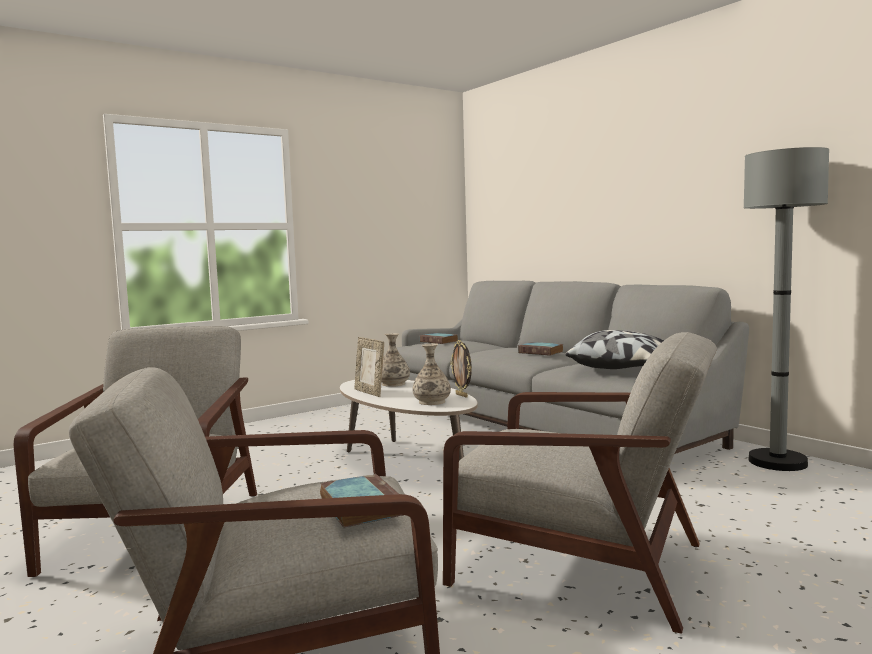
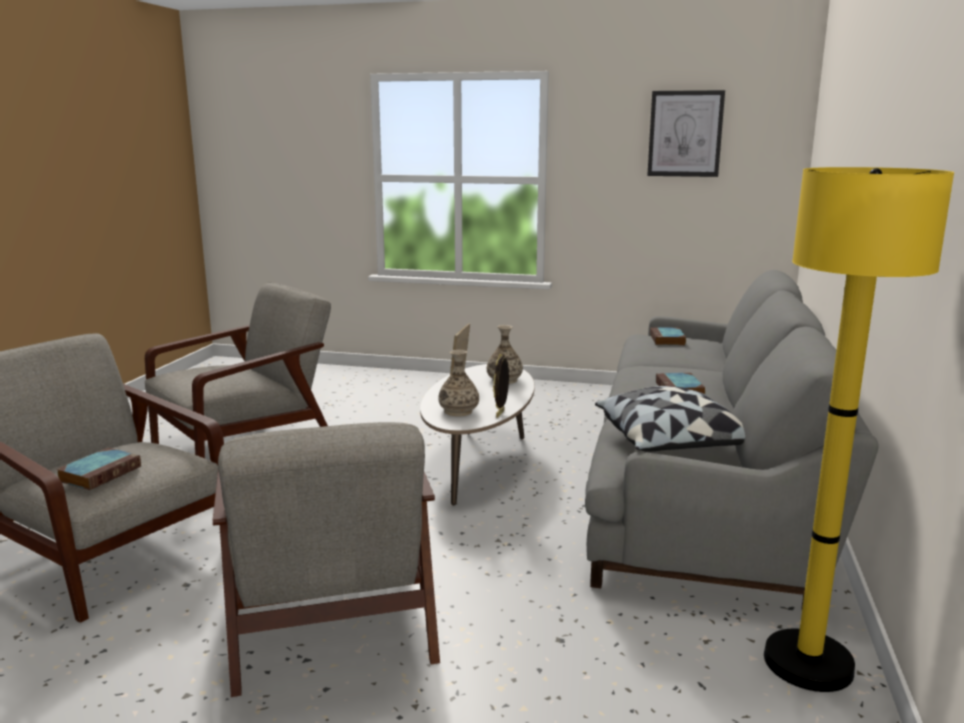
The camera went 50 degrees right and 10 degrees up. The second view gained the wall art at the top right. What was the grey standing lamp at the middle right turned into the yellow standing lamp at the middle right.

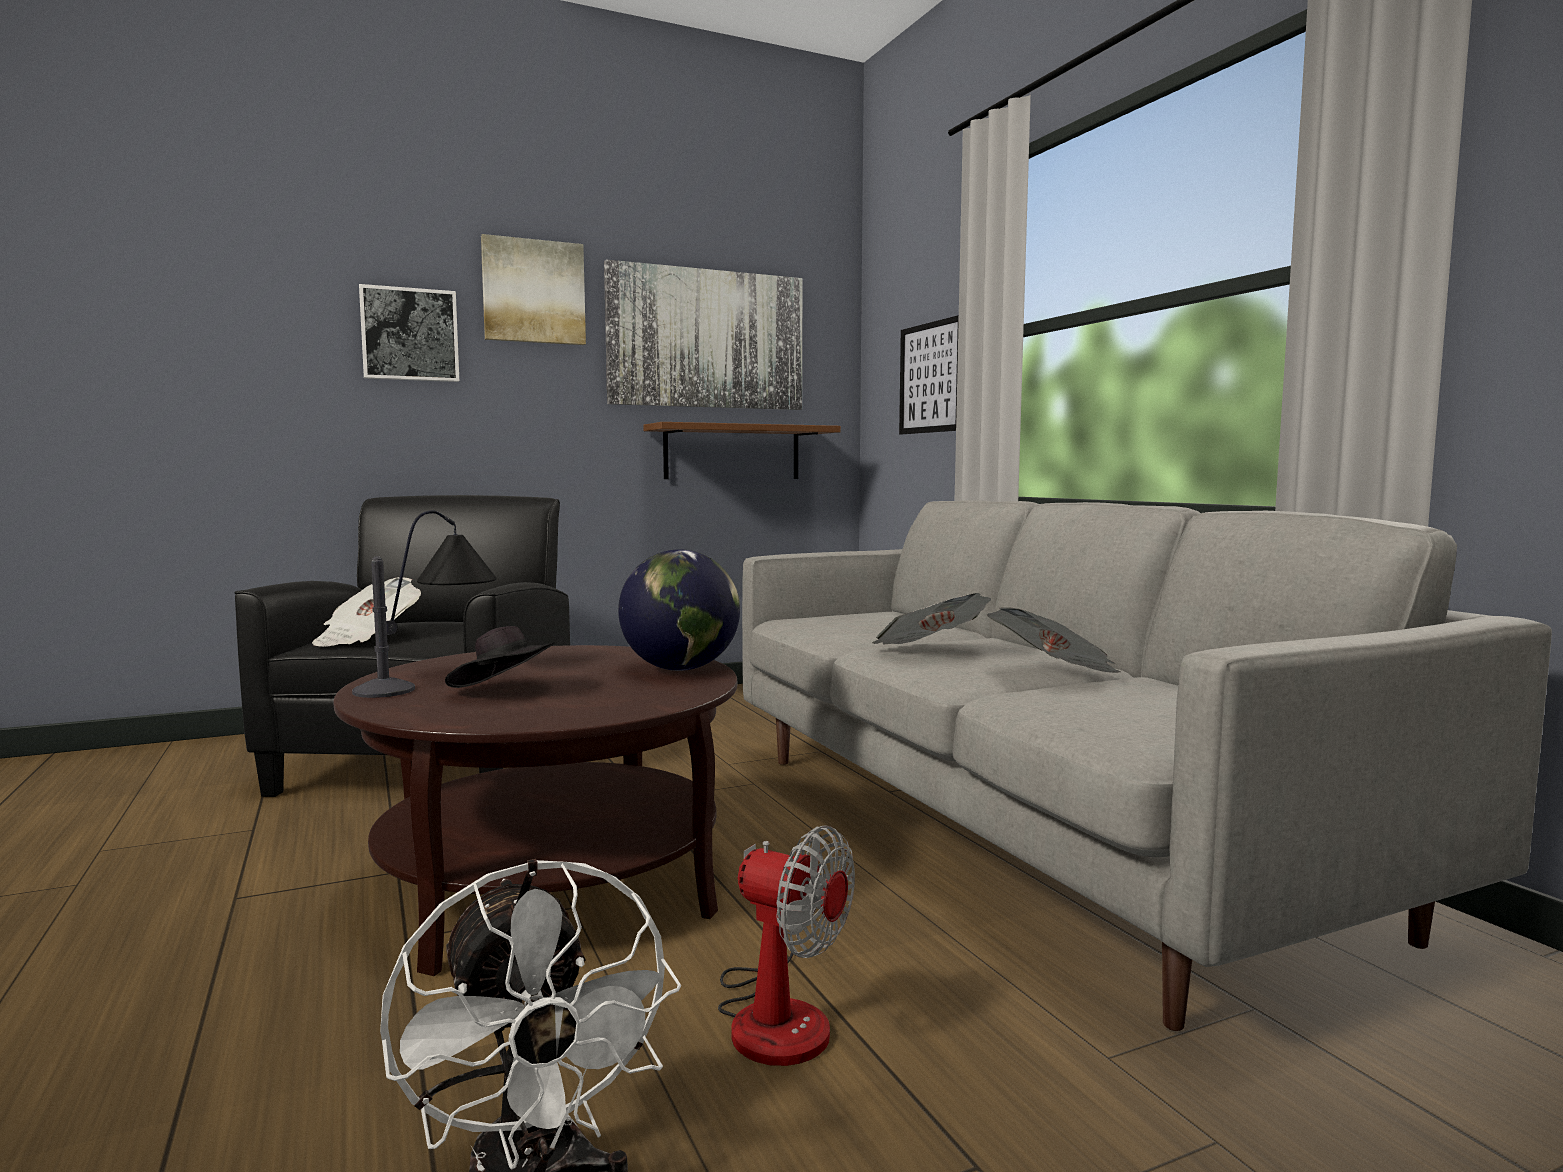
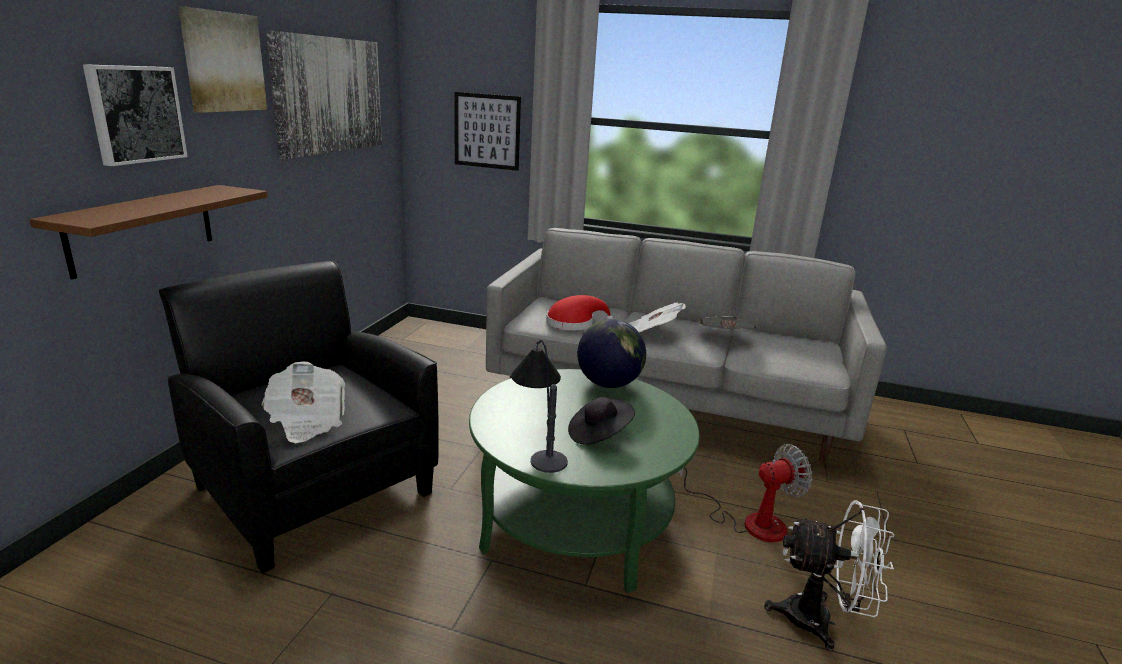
The camera went 50 degrees left and 15 degrees up. The second view gained the red-coloured clothing hat at the centre. The brown-coloured shelf ended up elsewhere, having gone from the centre to the middle left. What was the brown-coloured low table at the bottom centre turned into the green low table at the bottom centre.

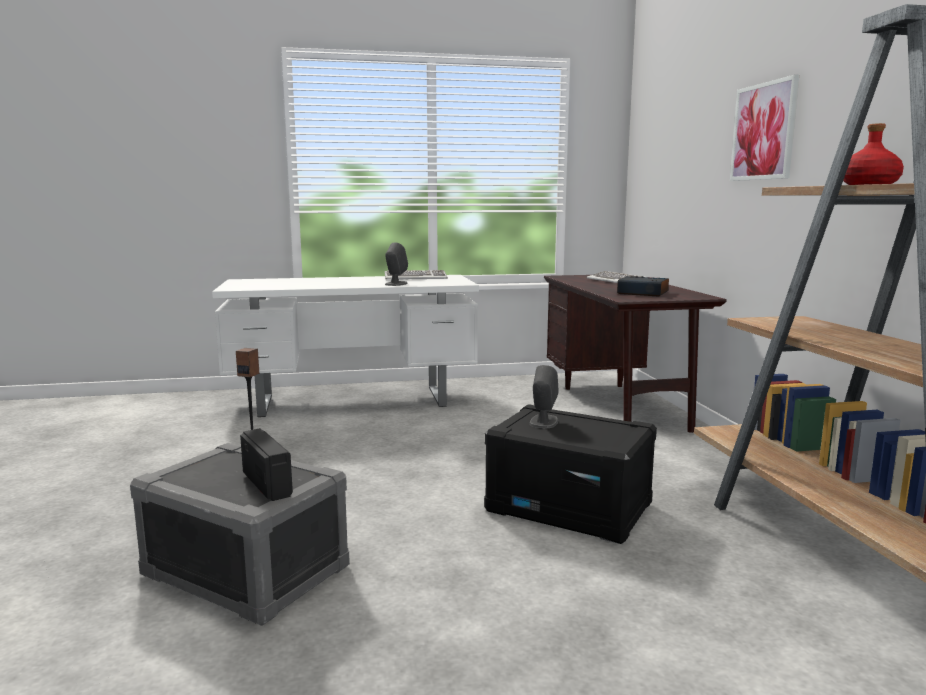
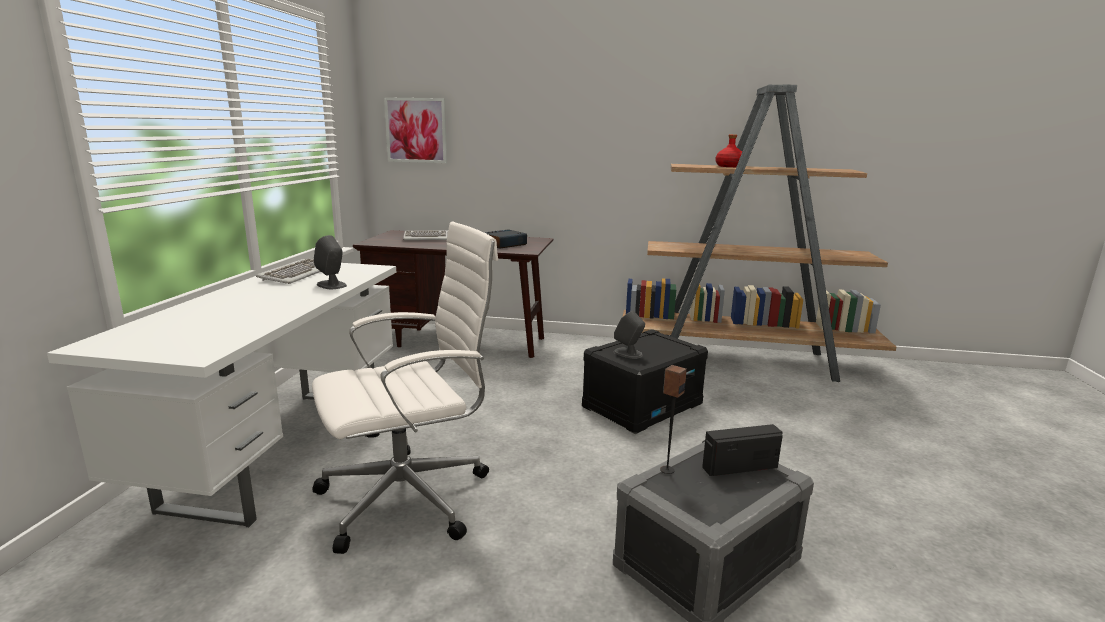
The camera went 70 degrees left and 5 degrees up. The second view gained the white-coloured computer chair at the centre. The wall art ended up elsewhere, having gone from the top right to the top centre.

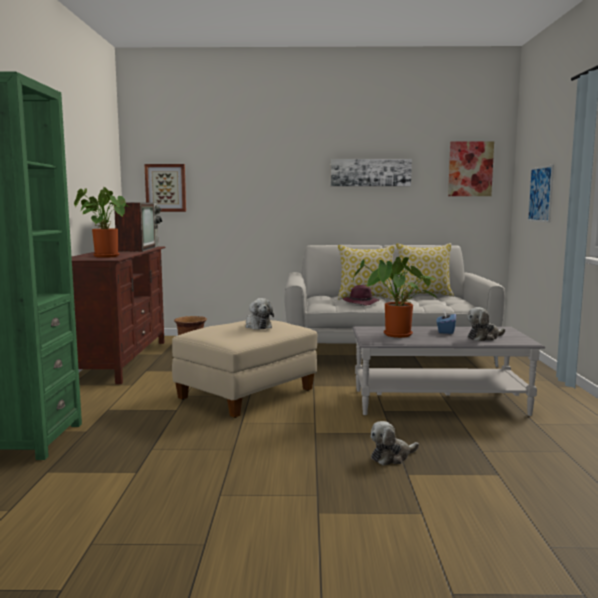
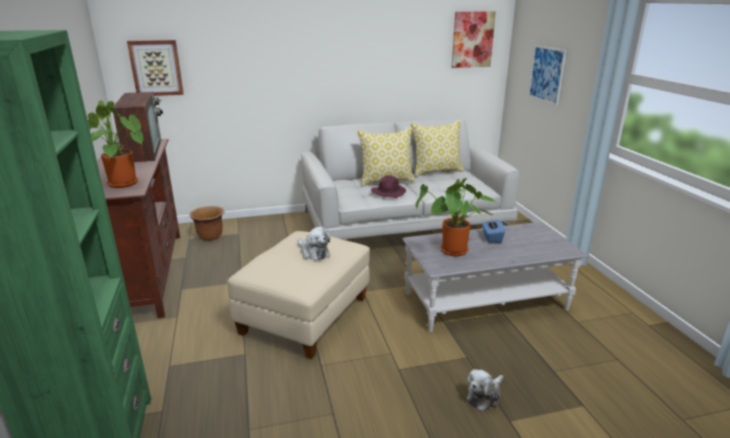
The camera went 15 degrees left and 15 degrees up. The second view lost the wall art (no. 2 from left) at the top centre. The second view lost the soft toy (no. 3 from left) at the middle right.

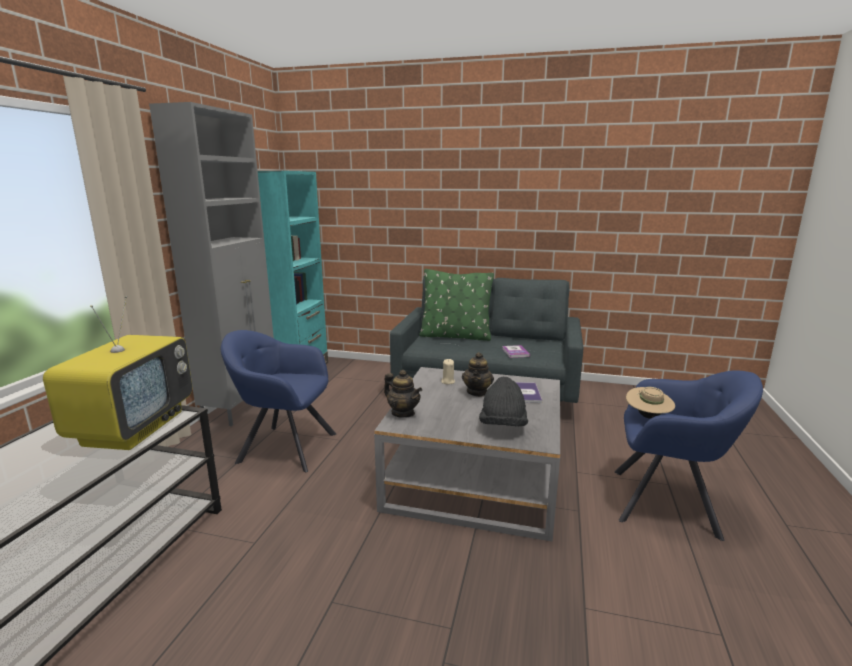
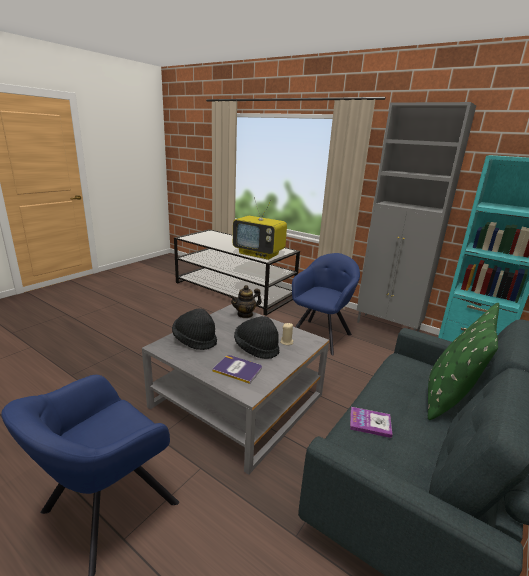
The camera went 110 degrees right and 5 degrees up. The second view lost the beige clothing hat at the middle right. Where the pot for tea (no. 2 from left) stood at the centre, the black-coloured clothing hat (no. 2 from left) came to stand at the centre.

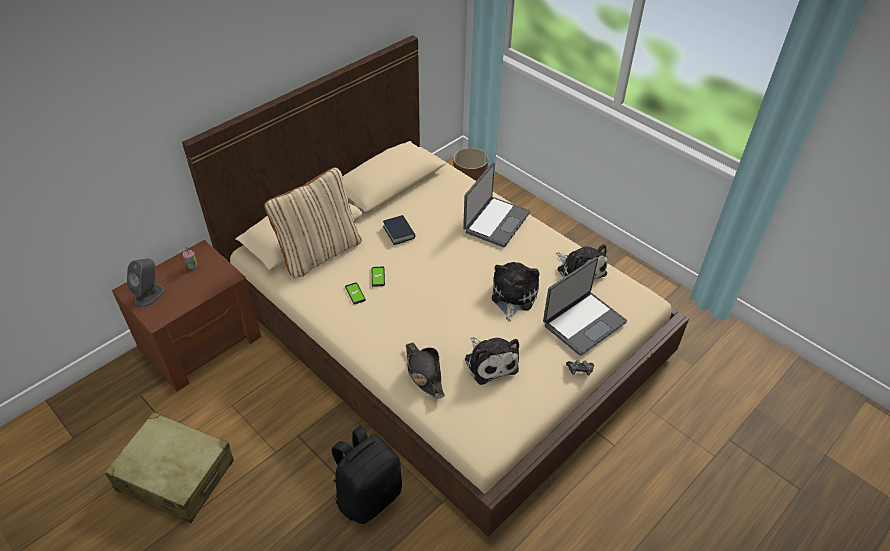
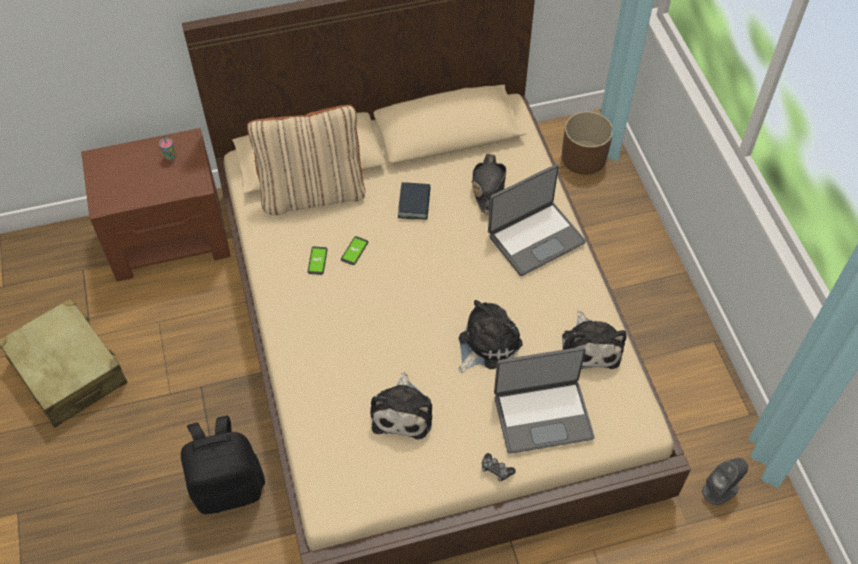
The camera went 30 degrees right and 10 degrees up. The grey audio speaker ended up elsewhere, having gone from the middle left to the bottom right. The black-coloured clothing hat ended up elsewhere, having gone from the bottom centre to the top centre.

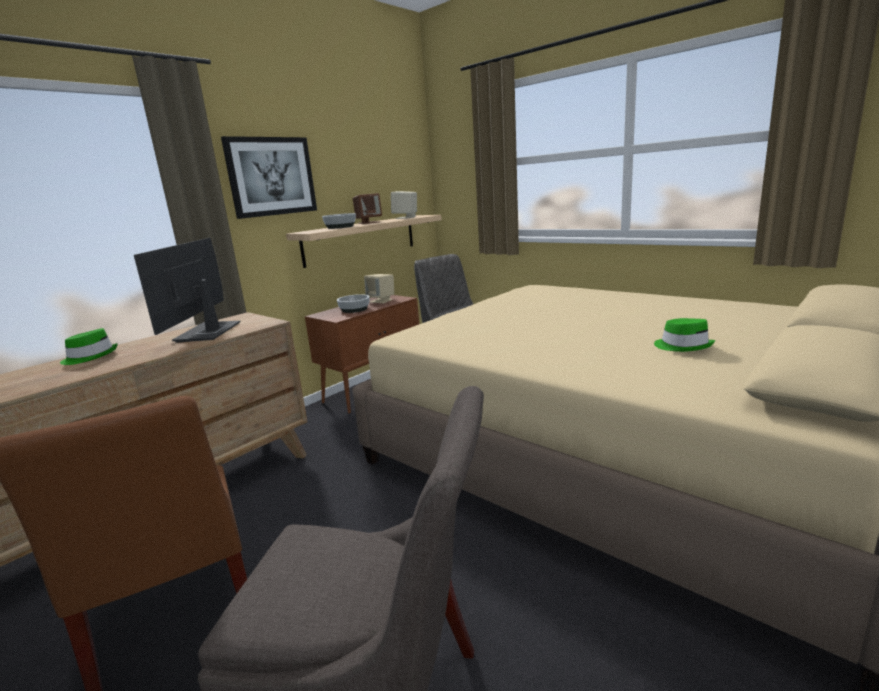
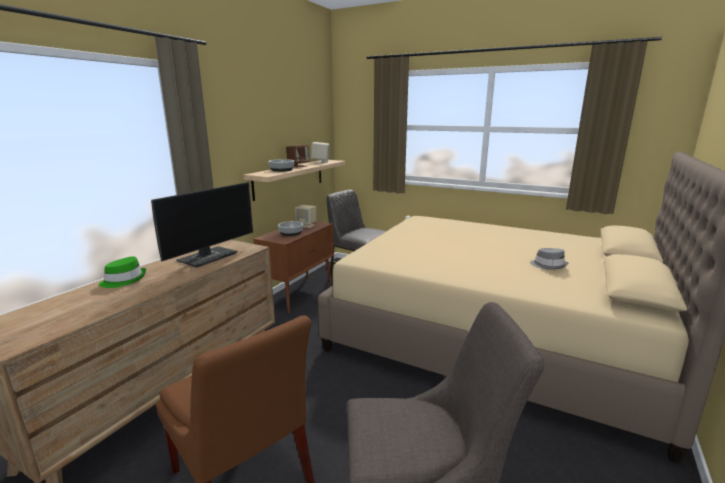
The camera went 15 degrees left and 0 degrees up. The second view lost the wall art at the top left. What was the green clothing hat (no. 2 from left) at the middle right turned into the grey clothing hat at the middle right. The computer screen at the middle left ended up facing another way, 135 degrees counterclockwise from before.

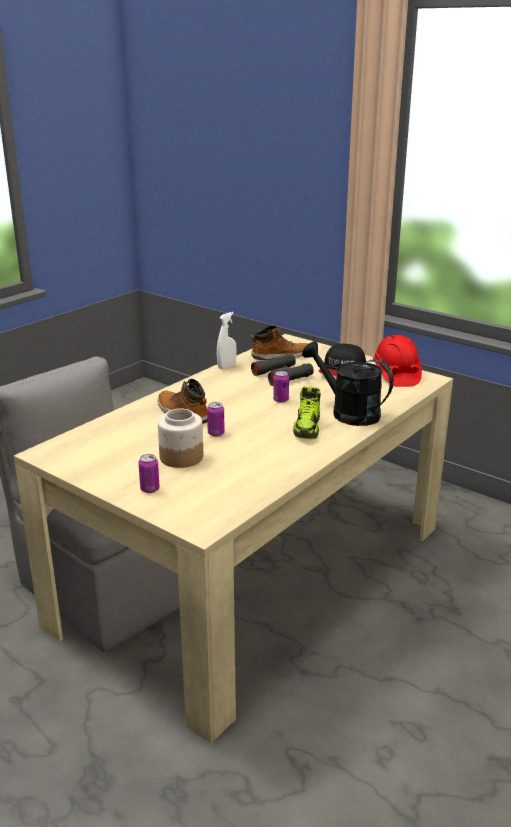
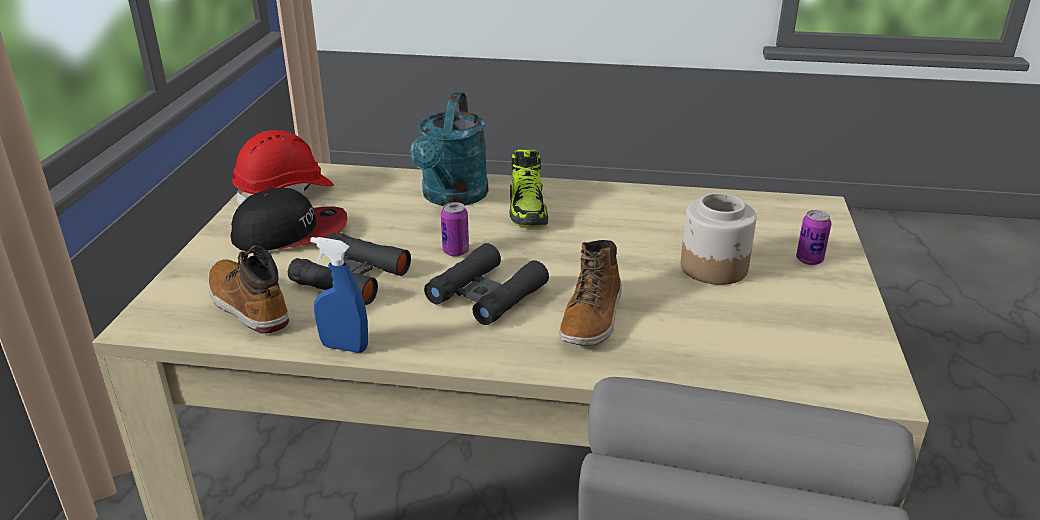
The camera went 120 degrees left and 5 degrees up. The second view lost the metal can (no. 2 from left) at the centre. The second view gained the black-coloured field glasses (no. 2 from left) at the centre. What was the white-coloured spray bottle at the centre turned into the bluish spray bottle at the middle left. What was the black-coloured watering can at the middle right turned into the turquoise-coloured watering can at the top centre. The shoe at the centre ended up facing another way, 105 degrees clockwise from before.

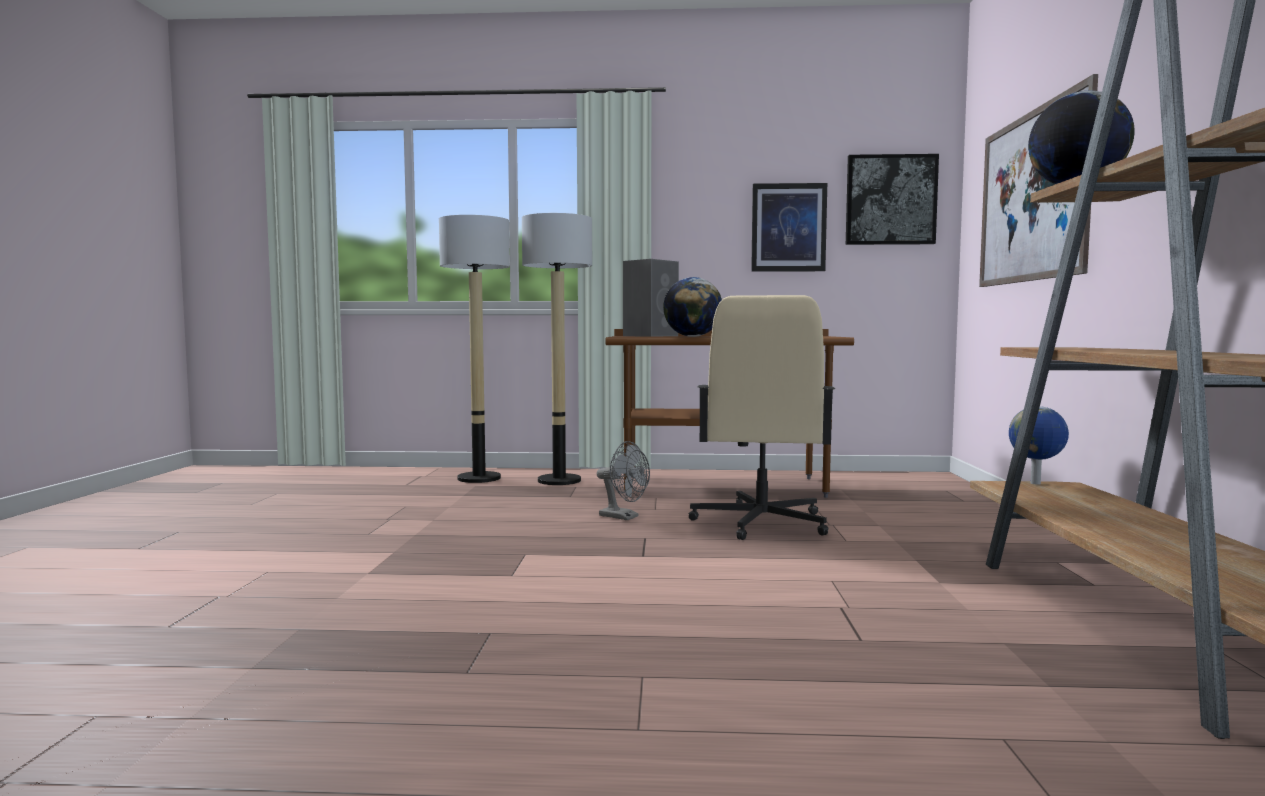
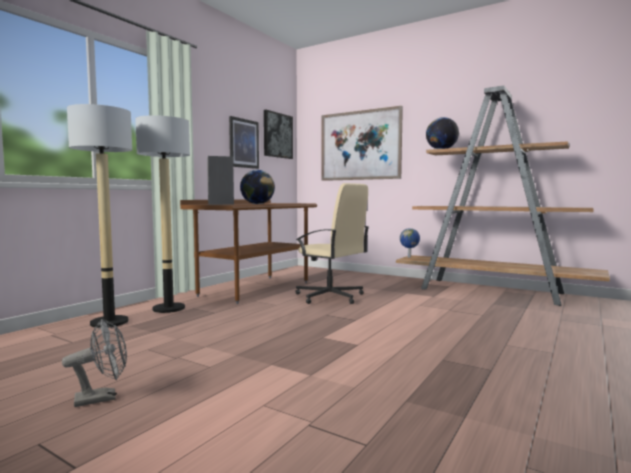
The camera went 60 degrees left and 0 degrees up. The grey fan ended up elsewhere, having gone from the centre to the bottom left.

